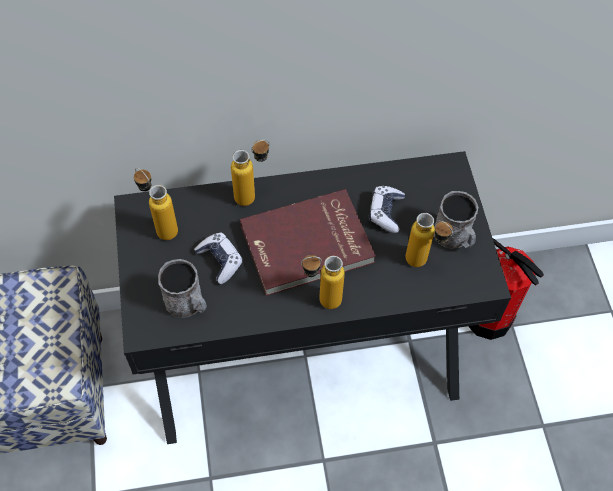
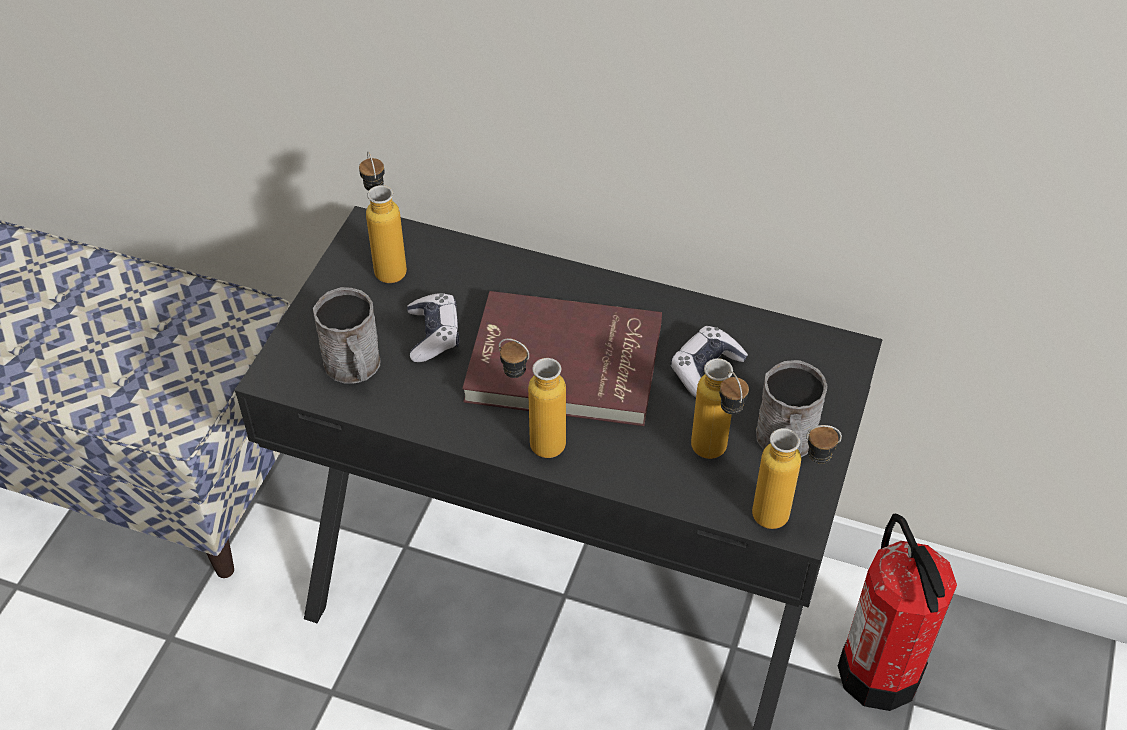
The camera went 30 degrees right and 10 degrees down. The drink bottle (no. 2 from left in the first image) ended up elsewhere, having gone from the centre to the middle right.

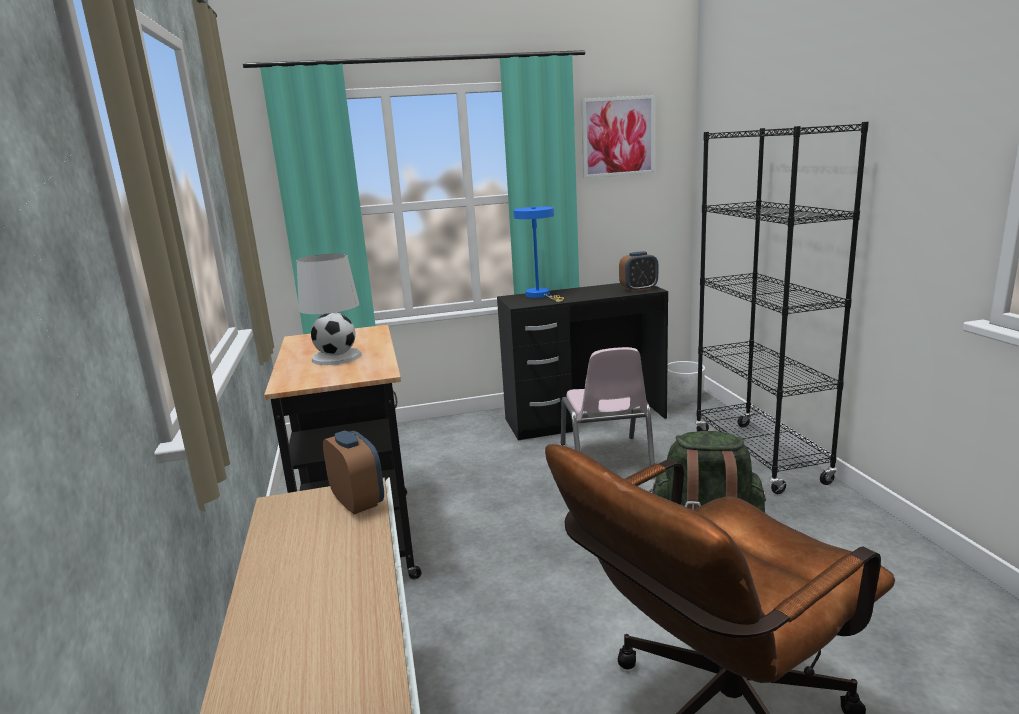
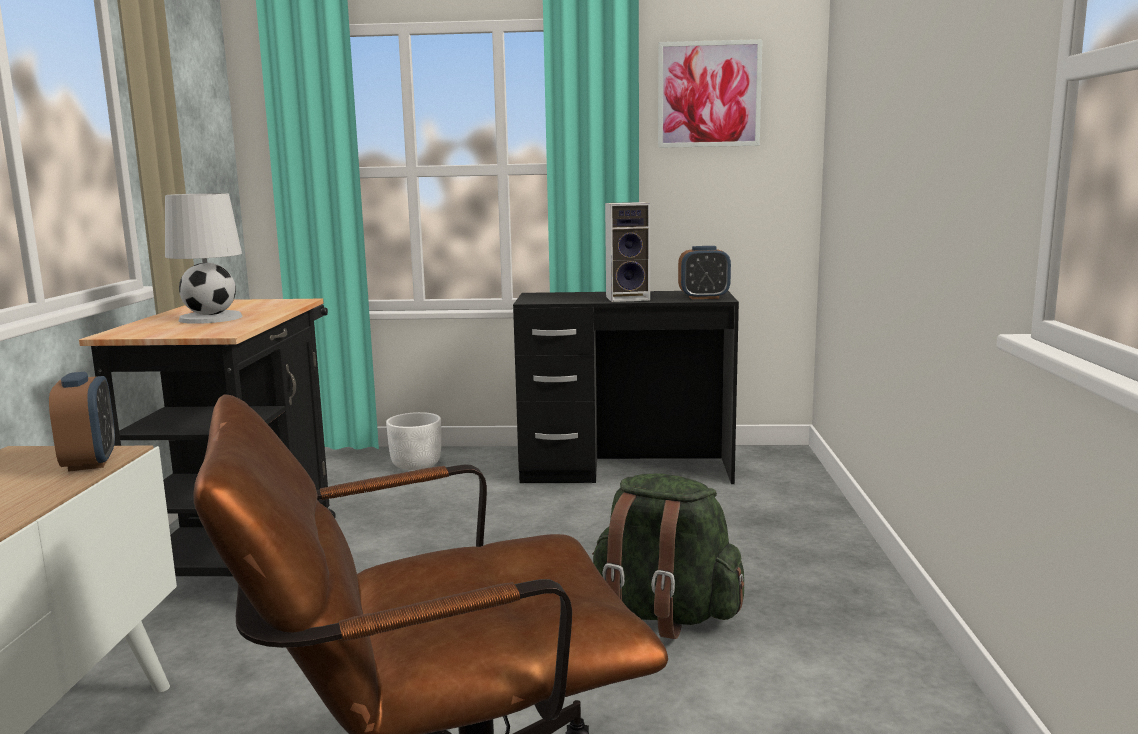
The camera went 15 degrees right and 5 degrees down. The second view lost the bluish tabletop lamp at the centre. The second view lost the pink-coloured chair at the centre. The second view lost the black-coloured bookcase at the middle right. The second view gained the audio speaker at the centre. The white-coloured plant pot ended up elsewhere, having gone from the middle right to the centre.

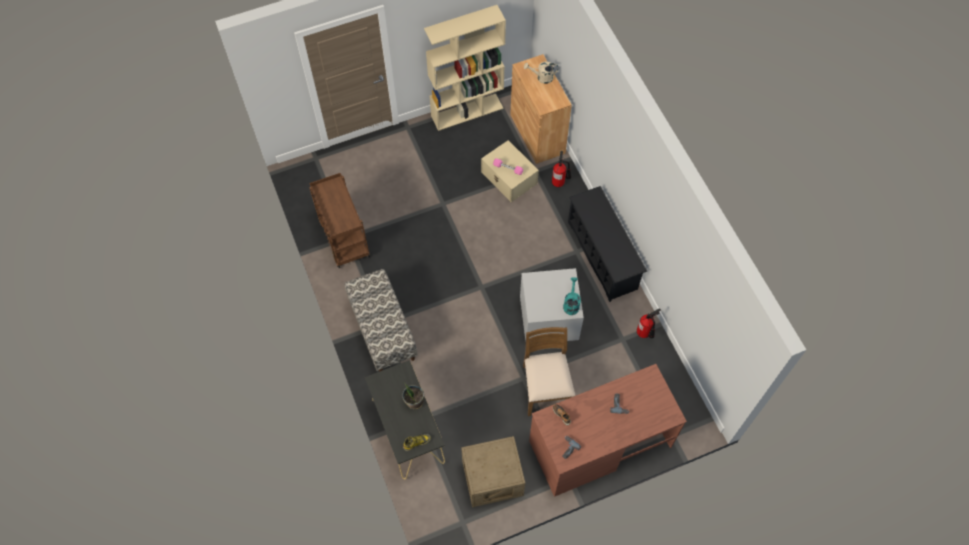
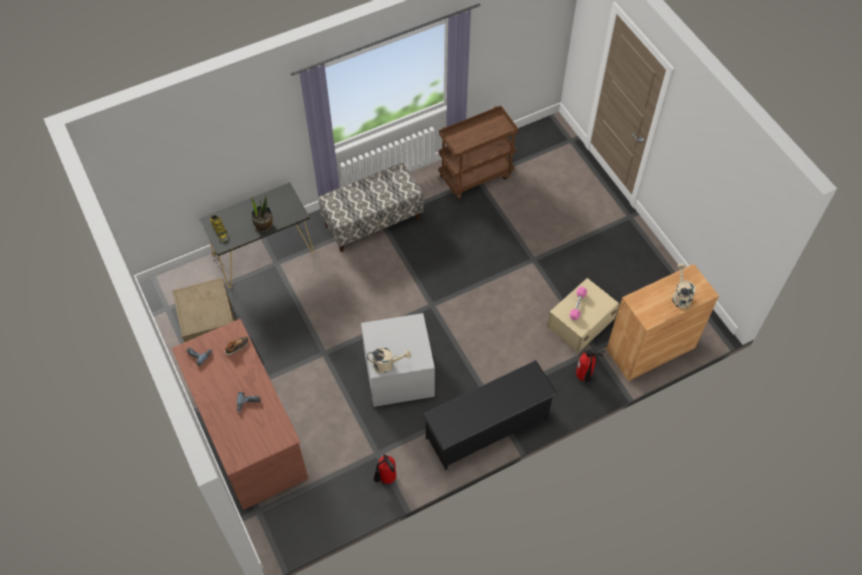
The camera went 85 degrees right and 5 degrees down. The second view lost the beige bookcase at the top centre. The second view lost the brown-coloured chair at the bottom centre. What was the turquoise-coloured watering can at the centre turned into the beige watering can (no. 1 from left) at the centre.

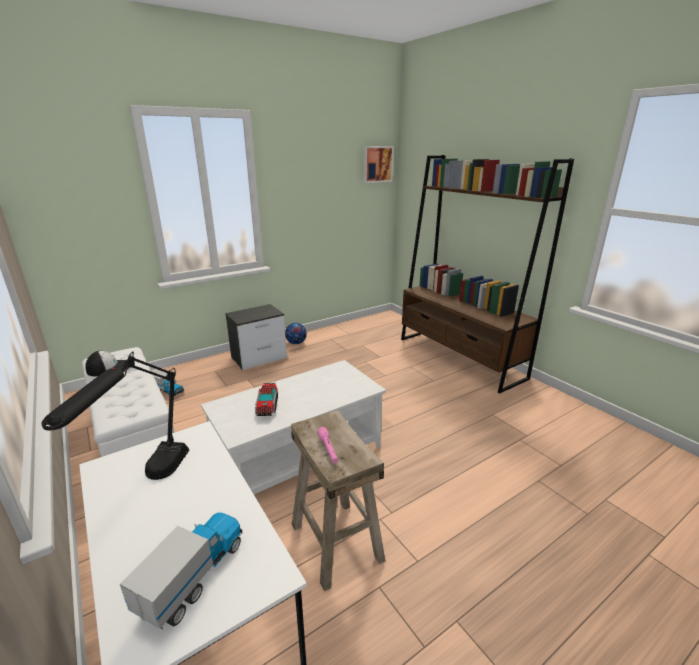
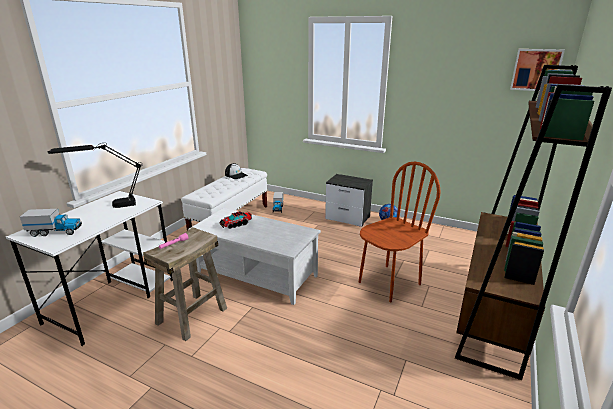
The camera went 60 degrees right and 0 degrees up. The second view gained the brown-coloured chair at the centre.

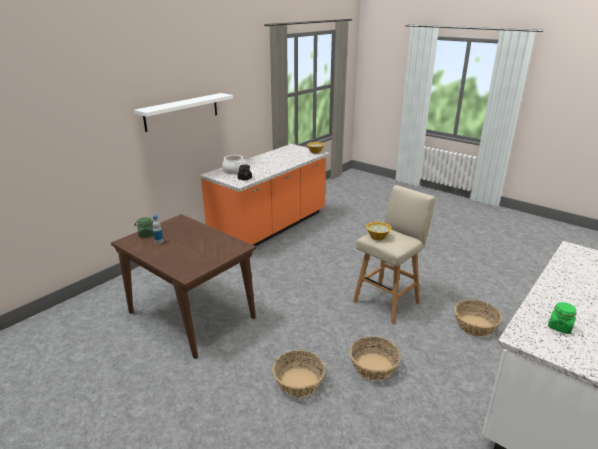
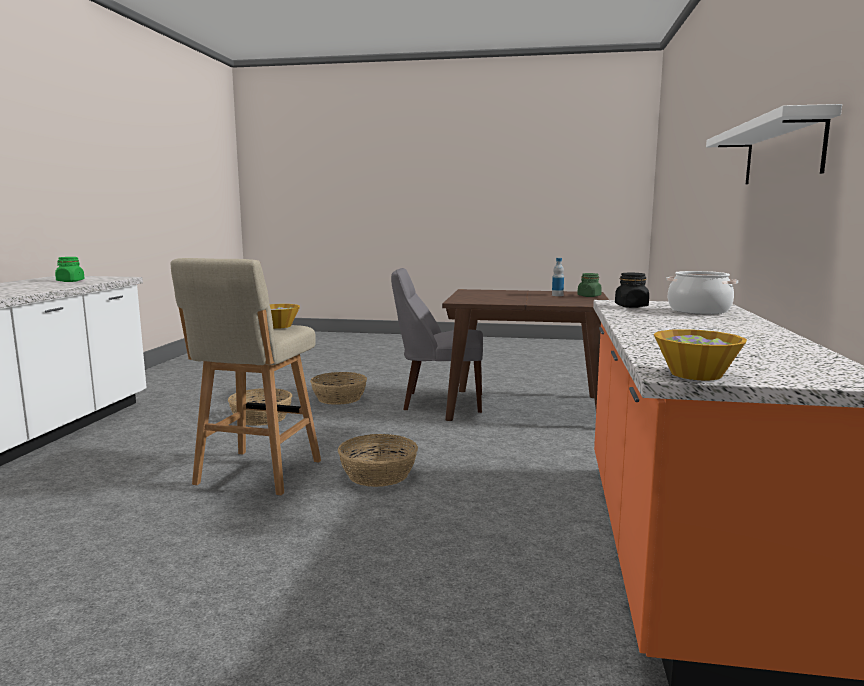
The camera went 150 degrees right and 15 degrees down. The second view gained the grey chair at the centre. The household basket (no. 3 from left) ended up elsewhere, having gone from the bottom right to the bottom centre.

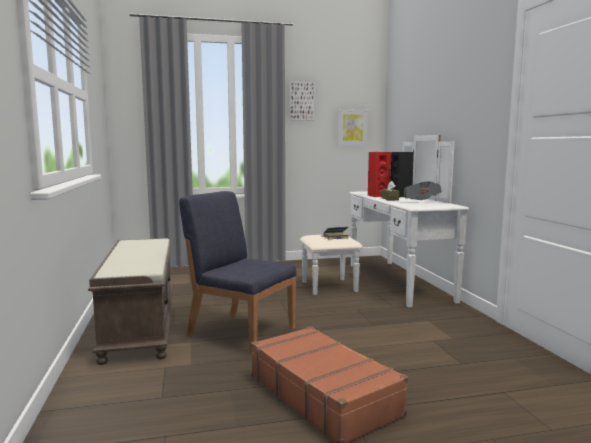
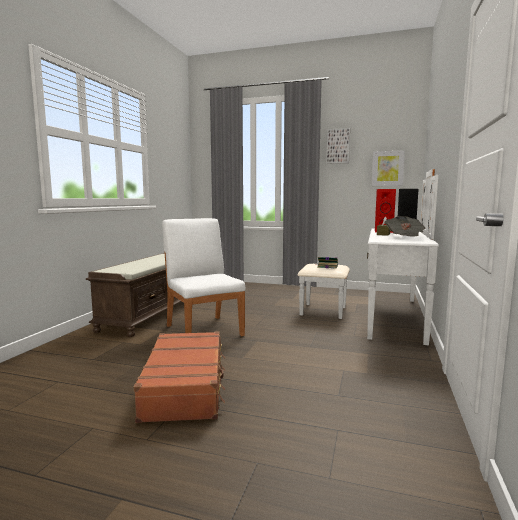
The camera went 30 degrees right and 0 degrees up. What was the bluish chair at the centre turned into the white-coloured chair at the centre.

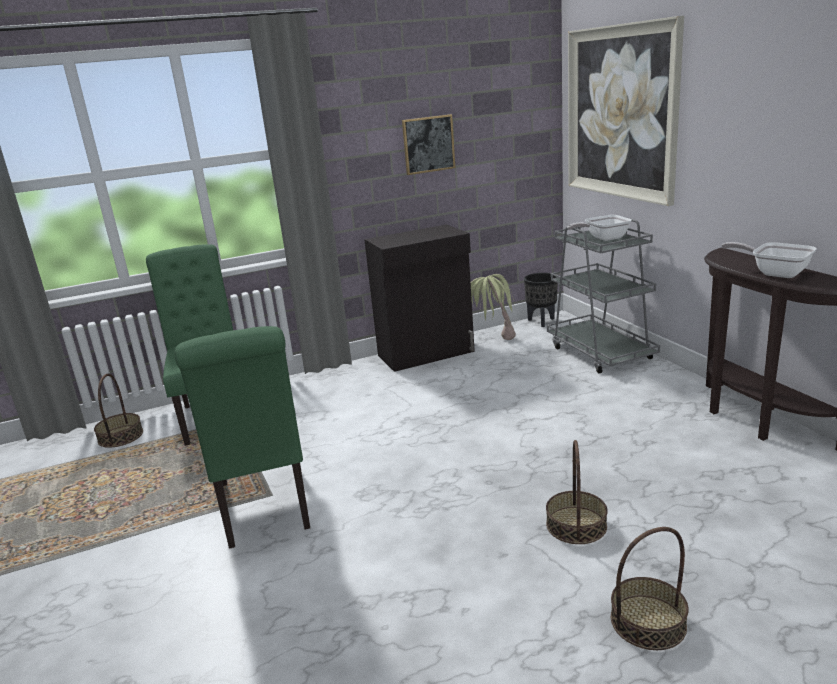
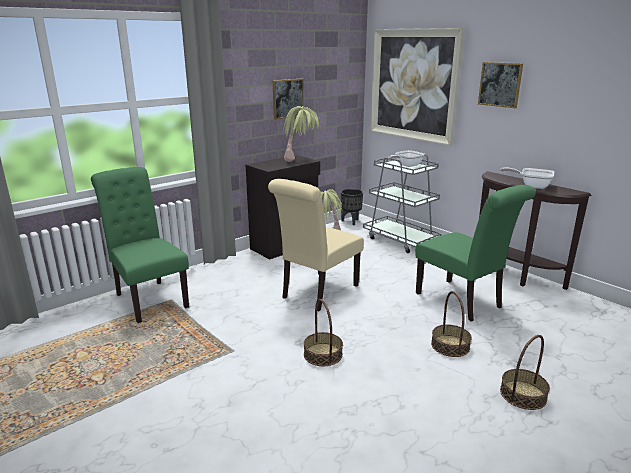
The camera went 20 degrees left and 0 degrees up. The second view gained the beige chair at the centre. The second view gained the potted plant (no. 1 from left) at the top centre. The second view gained the wall art (no. 3 from left) at the top right. The household basket (no. 1 from left) ended up elsewhere, having gone from the middle left to the bottom centre. The green chair (no. 2 from left) ended up elsewhere, having gone from the middle left to the middle right.

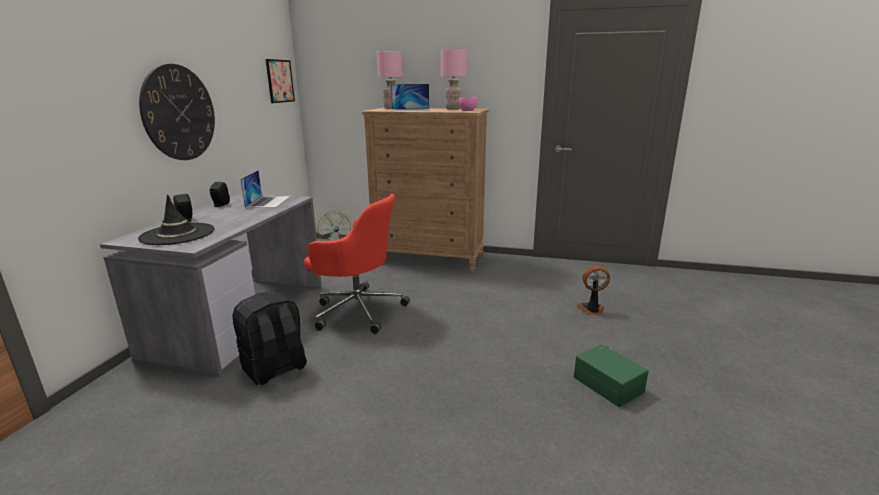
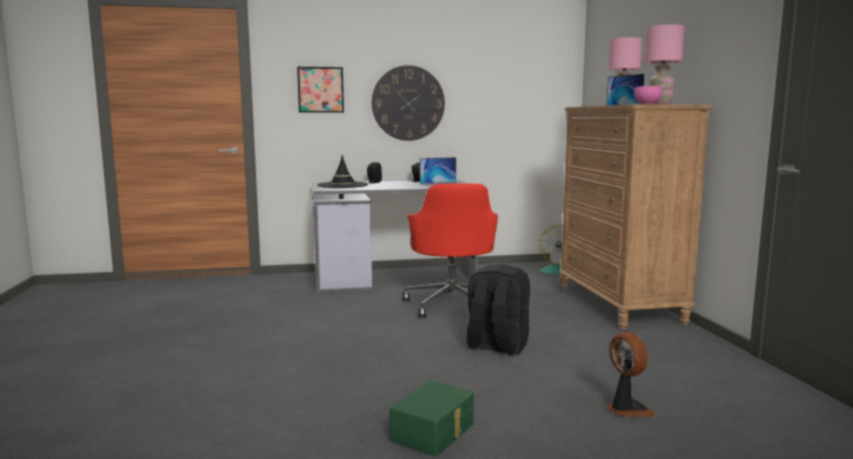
The camera went 65 degrees right and 10 degrees down. The black-coloured knapsack ended up elsewhere, having gone from the bottom left to the bottom centre. The wall art ended up elsewhere, having gone from the top left to the top centre.

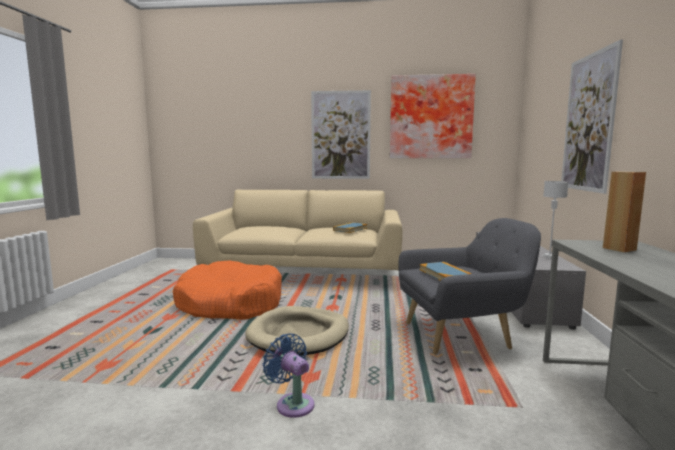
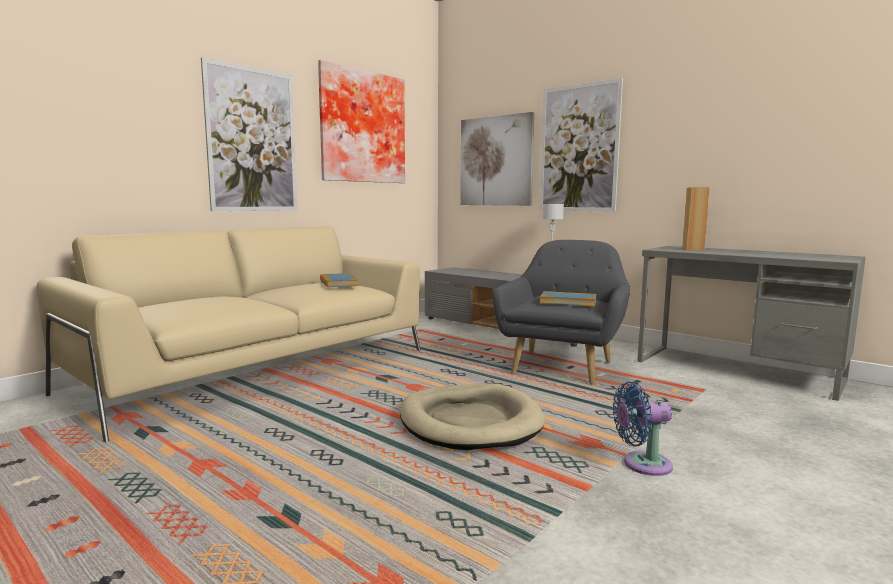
The camera went 55 degrees left and 0 degrees up. The second view lost the orangey dog bed at the centre. The second view gained the wall art (no. 3 from left) at the top centre.

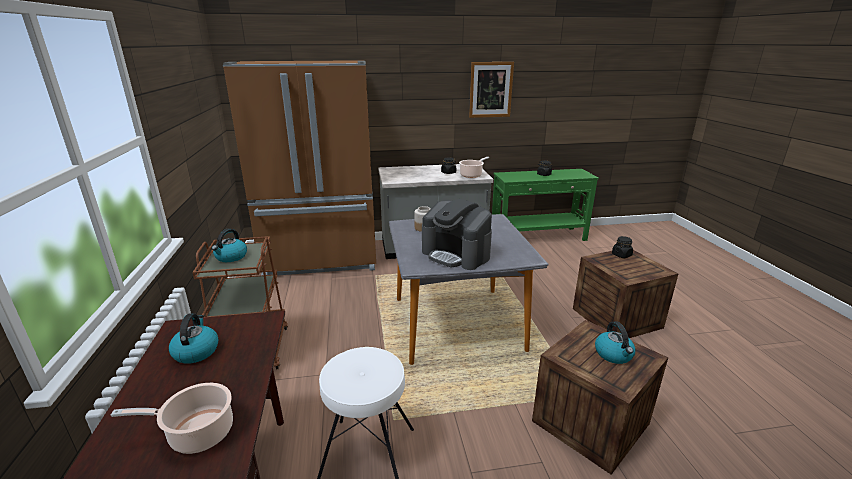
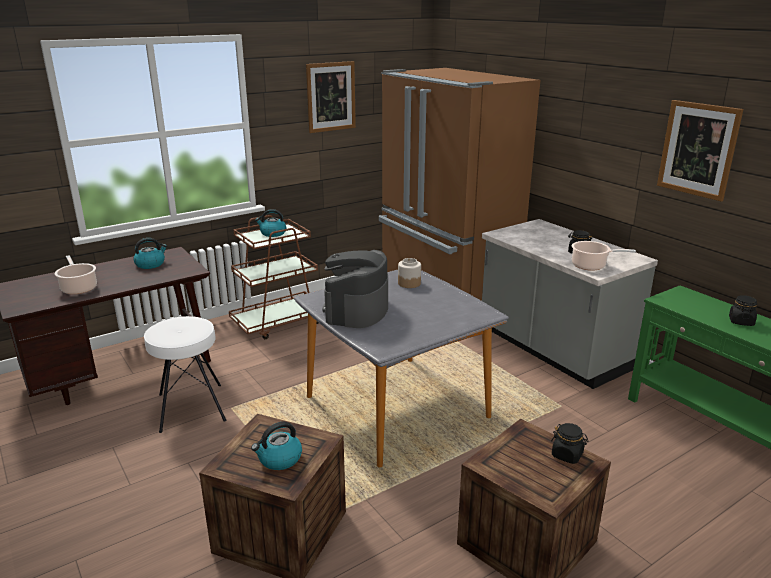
The camera went 65 degrees right and 0 degrees up. The second view gained the wall art (no. 1 from left) at the top centre.

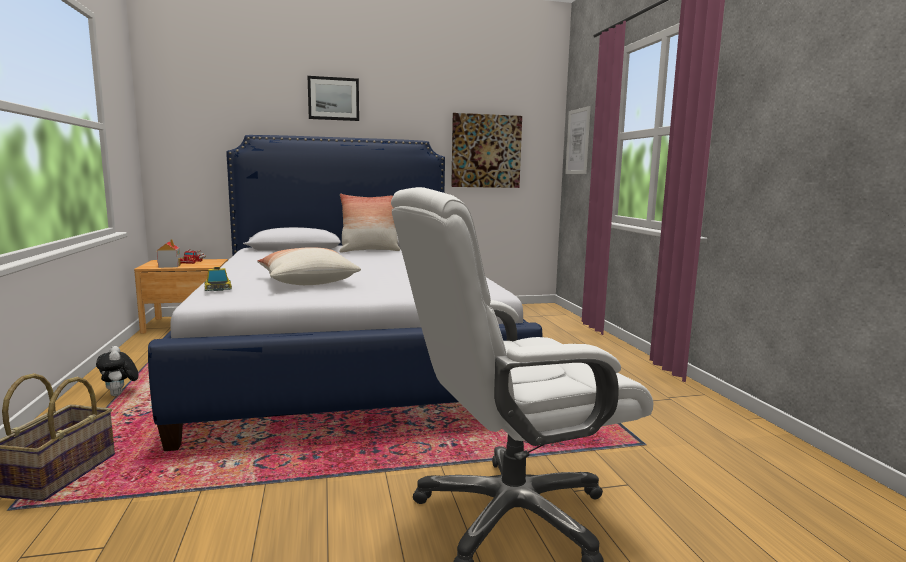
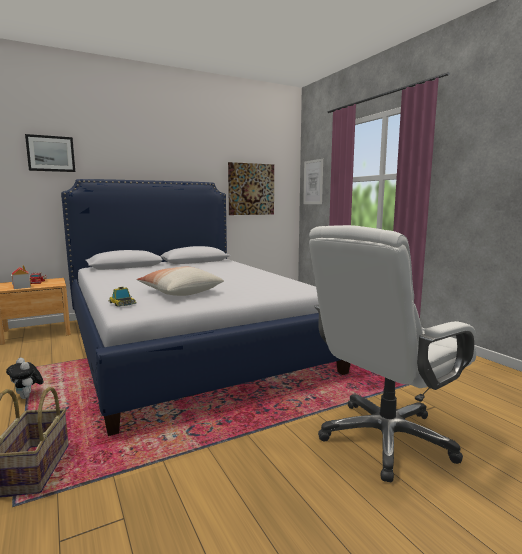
The camera went 15 degrees left and 0 degrees up. The second view lost the throw pillow (no. 2 from left) at the centre. The wall art (no. 1 from left) ended up elsewhere, having gone from the top centre to the top left.

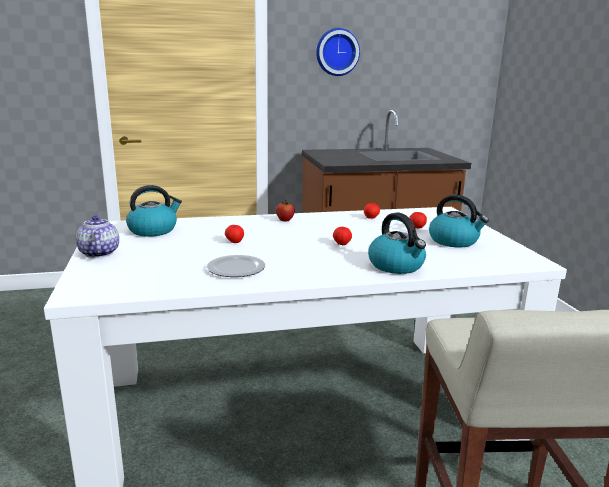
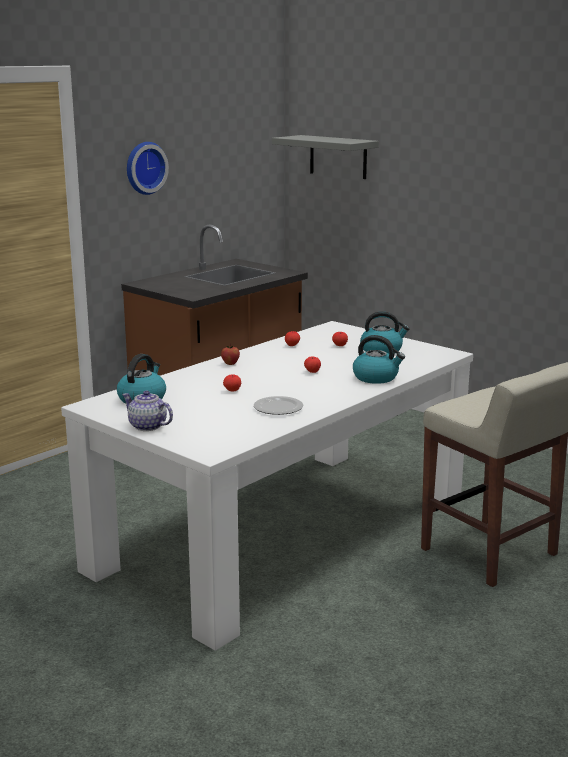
The camera went 35 degrees left and 0 degrees up. The second view gained the grey shelf at the top centre.

